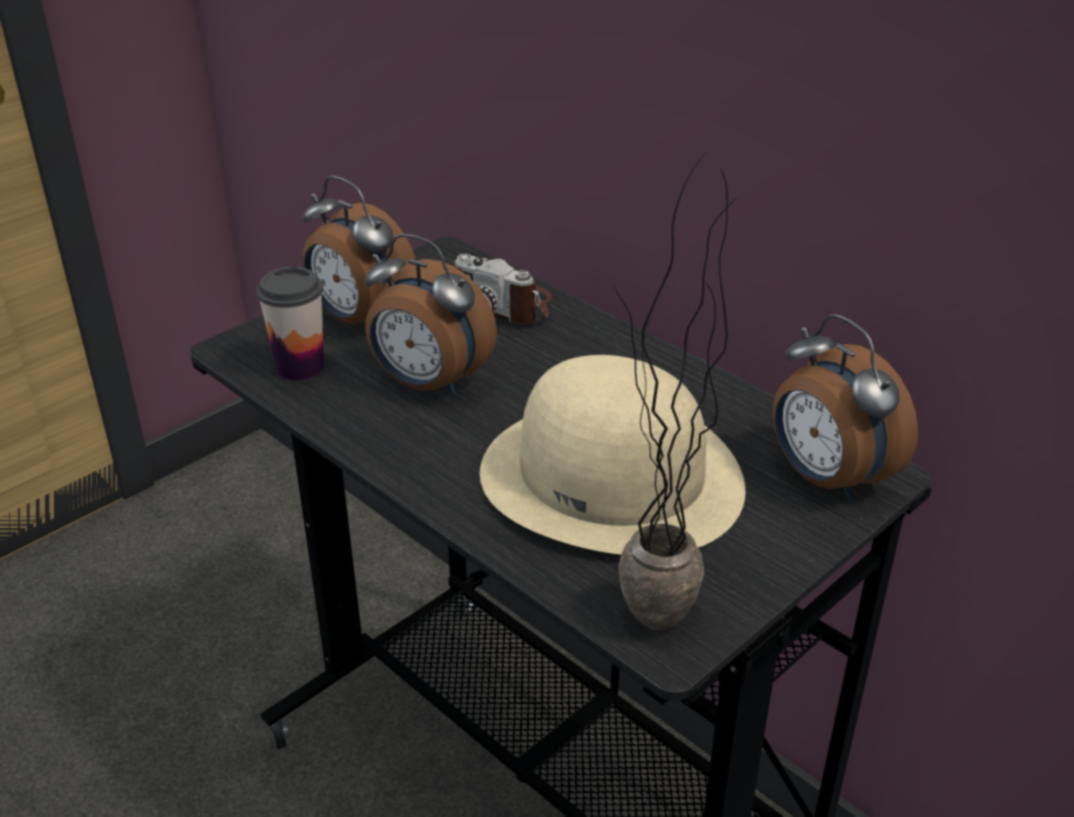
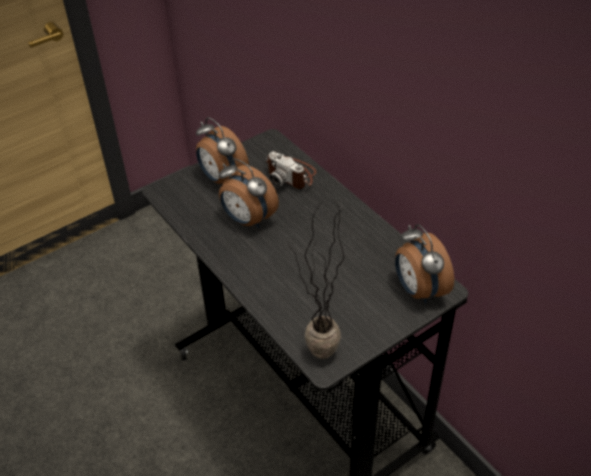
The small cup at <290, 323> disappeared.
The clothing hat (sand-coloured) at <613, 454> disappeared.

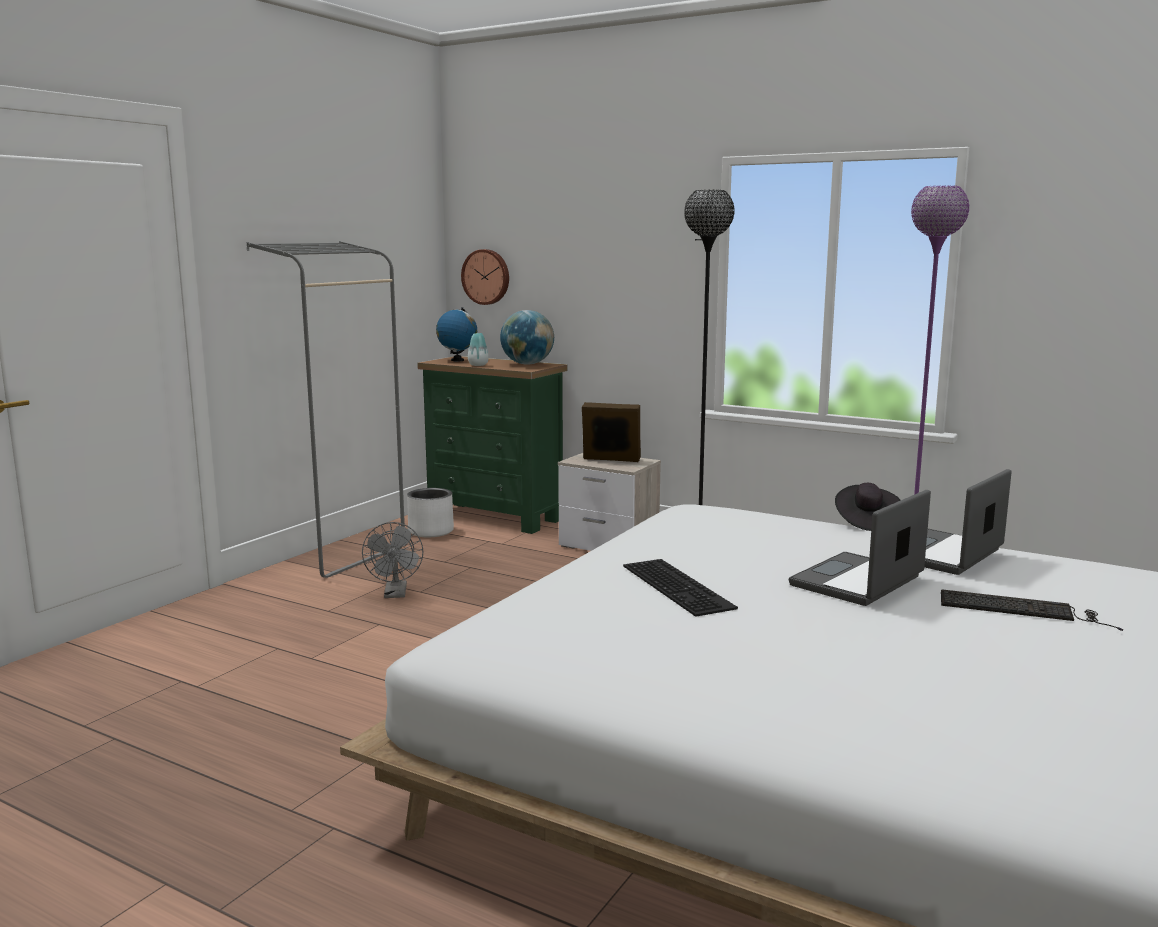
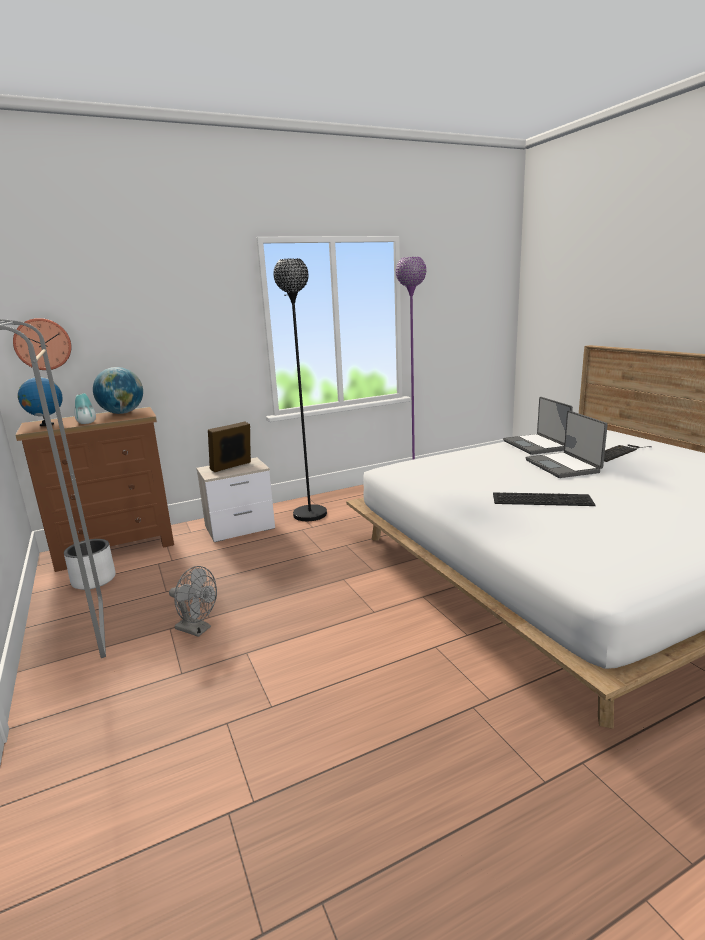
The chest of drawers (green) at <492, 445> became the chest of drawers (brown-coloured) at <94, 489>.
The clothing hat (black-coloured) at <868, 507> disappeared.

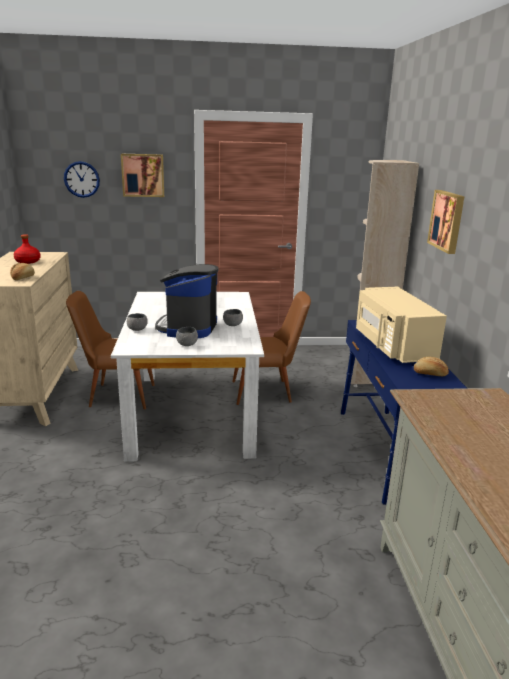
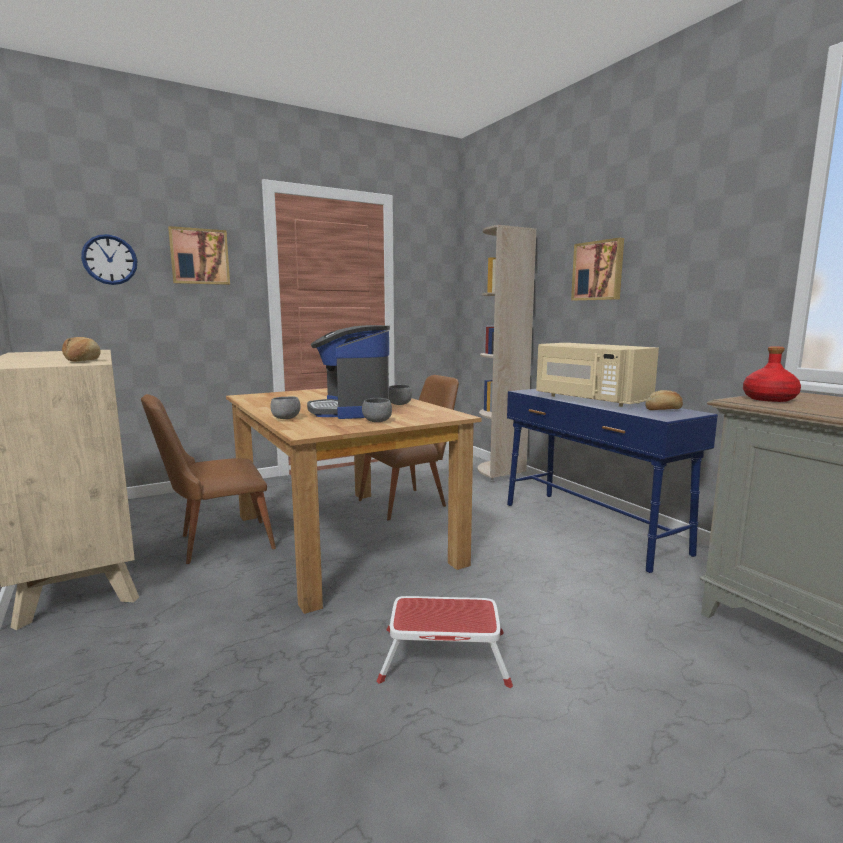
The dinner table (white) at <187, 377> became the dinner table (brown-coloured) at <354, 501>.
The step ladder (red) at <444, 642> appeared.
The drink bottle (red) moved from <27, 249> to <772, 374>.

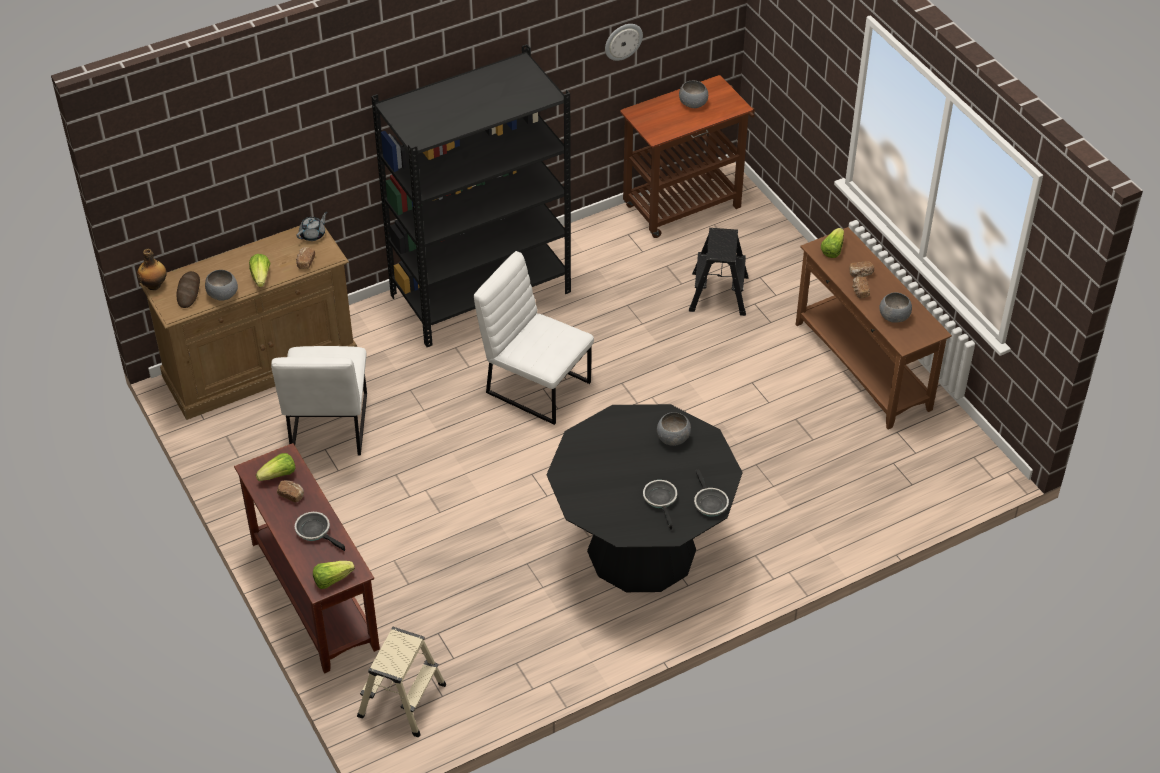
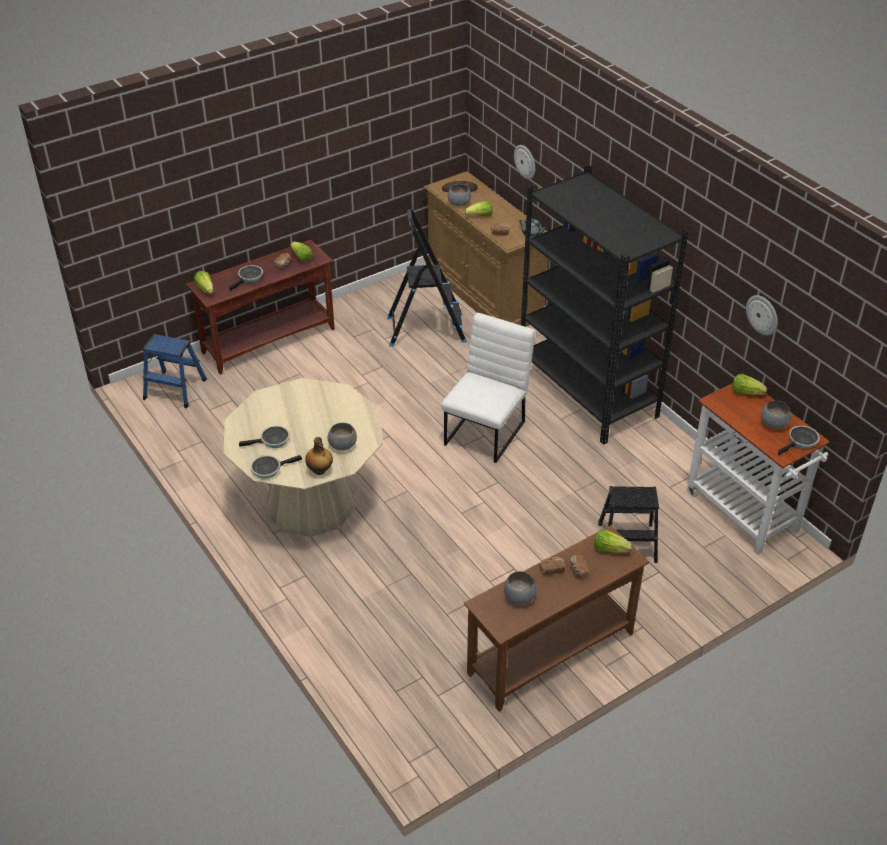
The step ladder (sand-coloured) at <401, 682> became the step ladder (blue-coloured) at <175, 371>.
The dinner table (black-coloured) at <645, 498> became the dinner table (sand-coloured) at <303, 457>.
The drink bottle moved from <152, 269> to <319, 456>.
The upright chair (white) at <319, 400> was replaced by the step ladder (black-coloured) at <427, 277>.
The wall clock at <524, 162> appeared.
The cart (brown-coloured) at <687, 156> became the cart (white) at <758, 469>.
The head of lettuce at <749, 384> appeared.
The skillet at <799, 440> appeared.

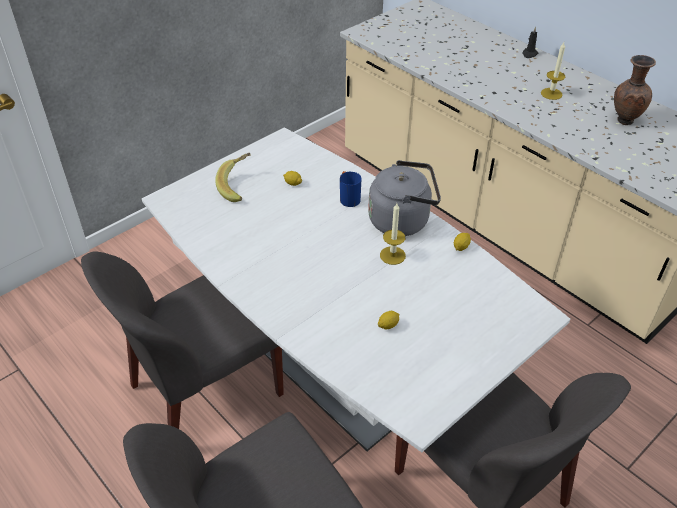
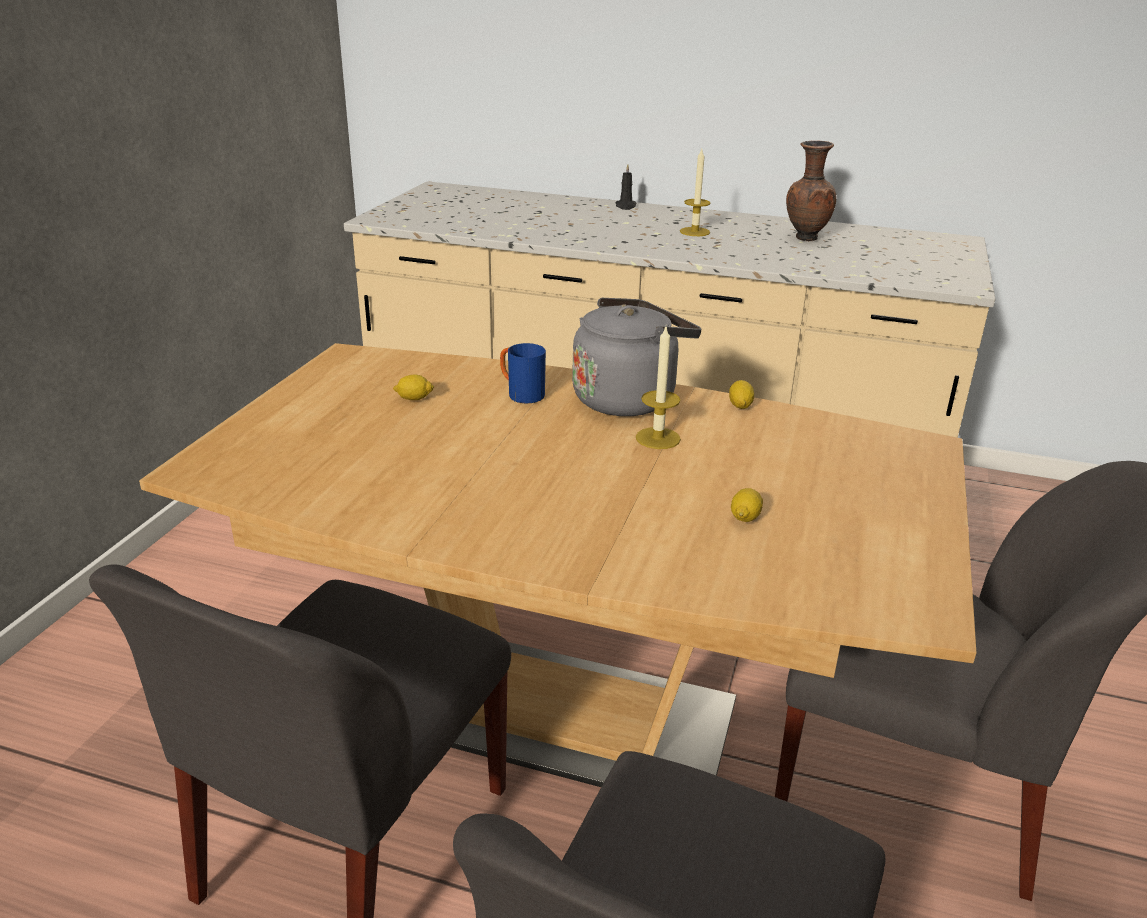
The dinner table (white) at <356, 290> became the dinner table (brown-coloured) at <558, 565>.
The banana fruit at <233, 177> disappeared.

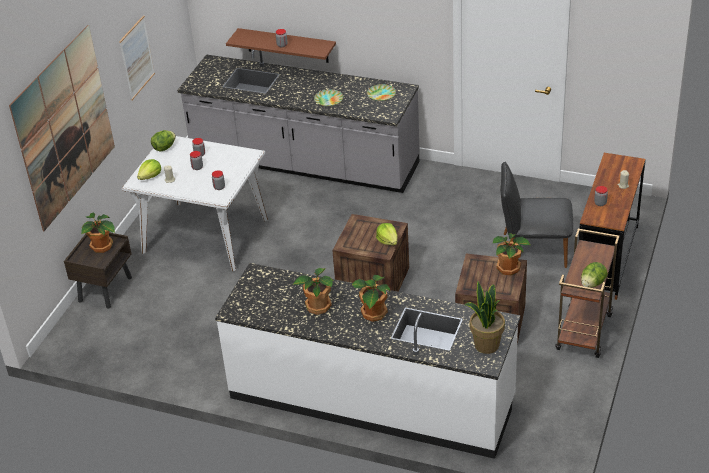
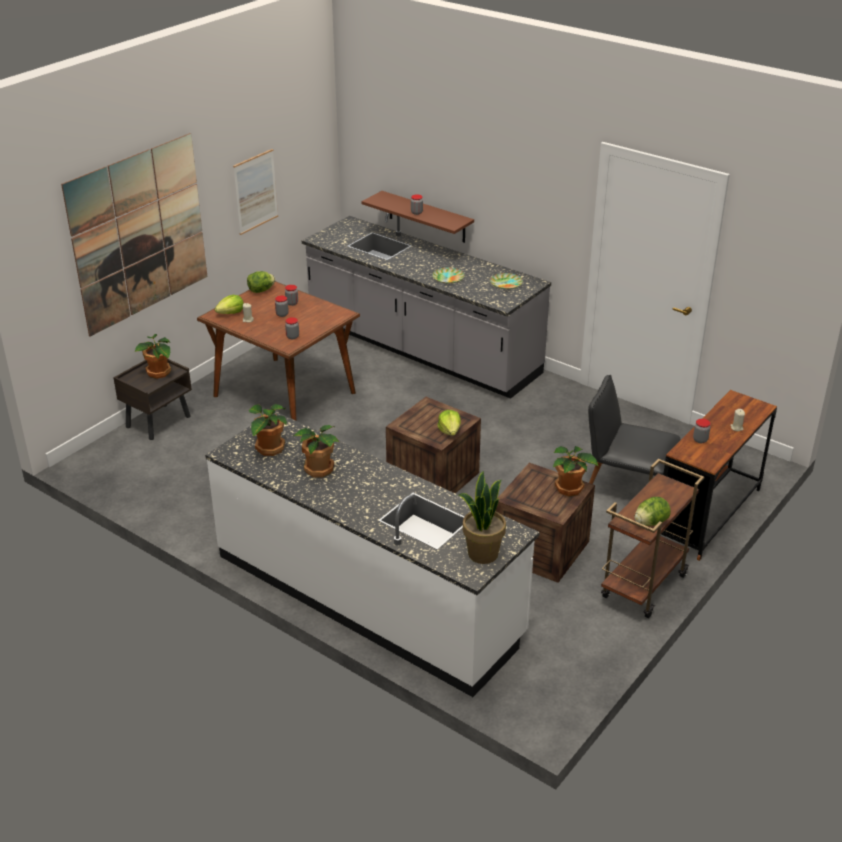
The dinner table (white) at <195, 203> became the dinner table (brown-coloured) at <278, 351>.
The houseplant moved from <371, 298> to <268, 430>.

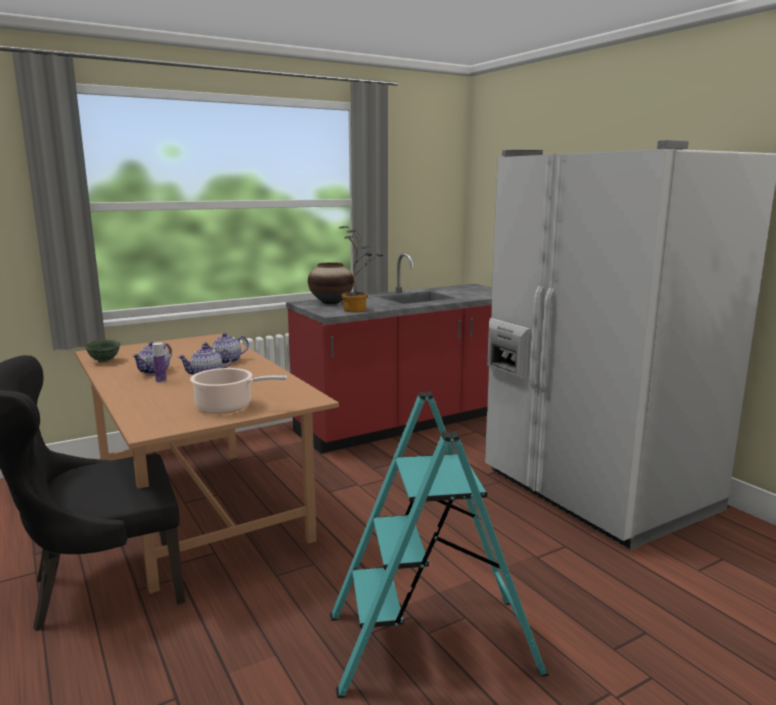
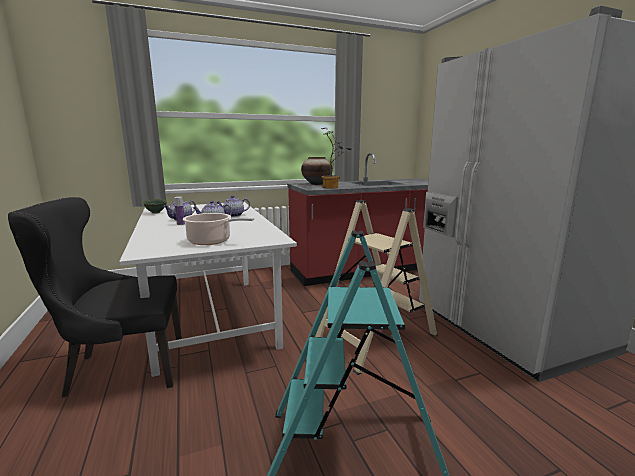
The dinner table (brown-coloured) at <207, 463> became the dinner table (white) at <208, 289>.
The step ladder (sand-coloured) at <376, 287> appeared.

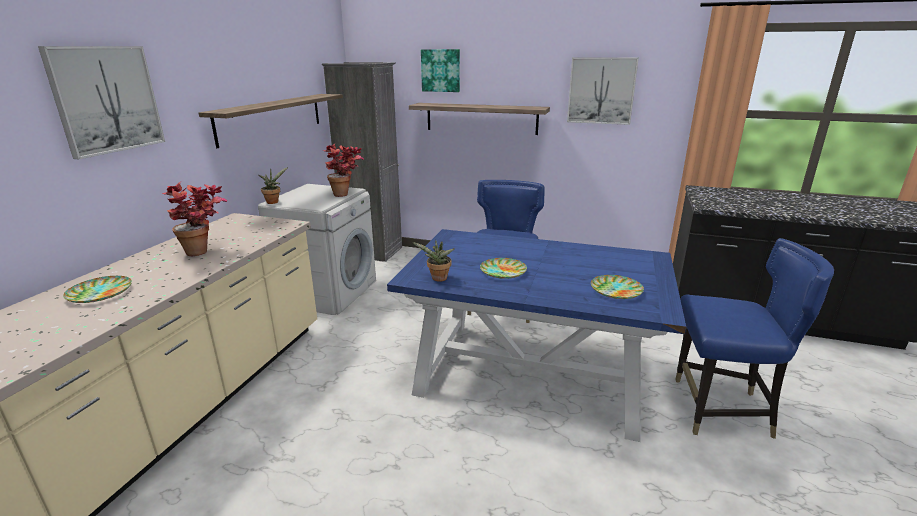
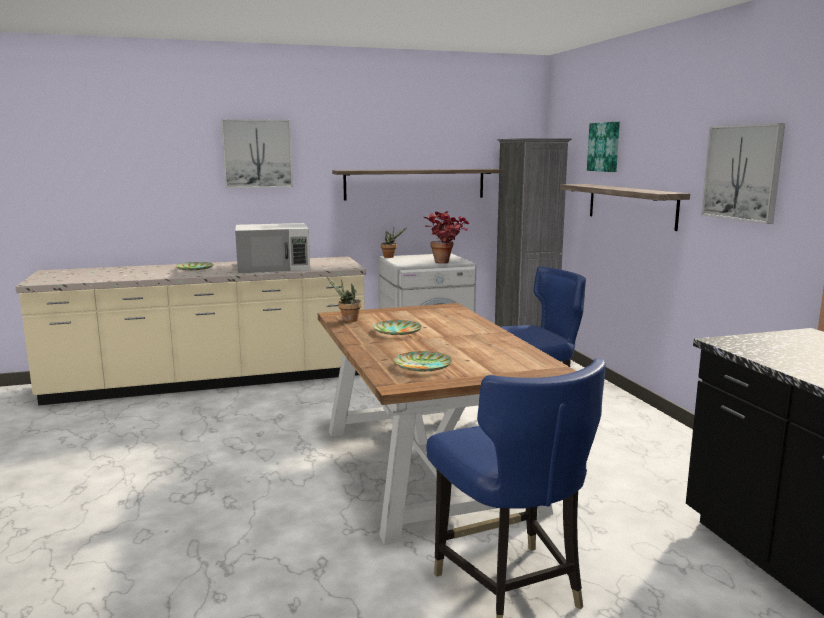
The houseplant at <194, 219> was replaced by the microwave oven (white) at <272, 248>.
The dinner table (blue-coloured) at <536, 335> became the dinner table (brown-coloured) at <447, 423>.

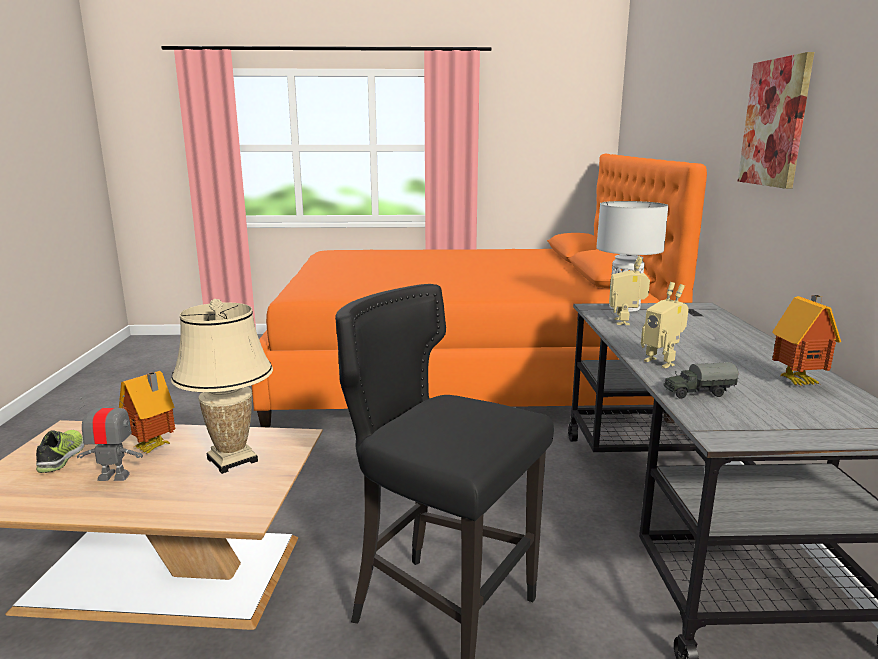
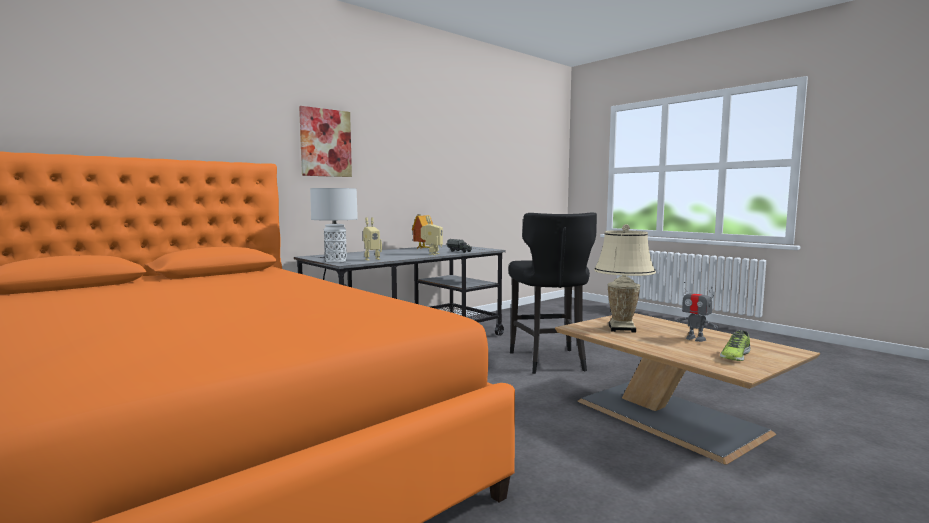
The model house at <147, 412> disappeared.

